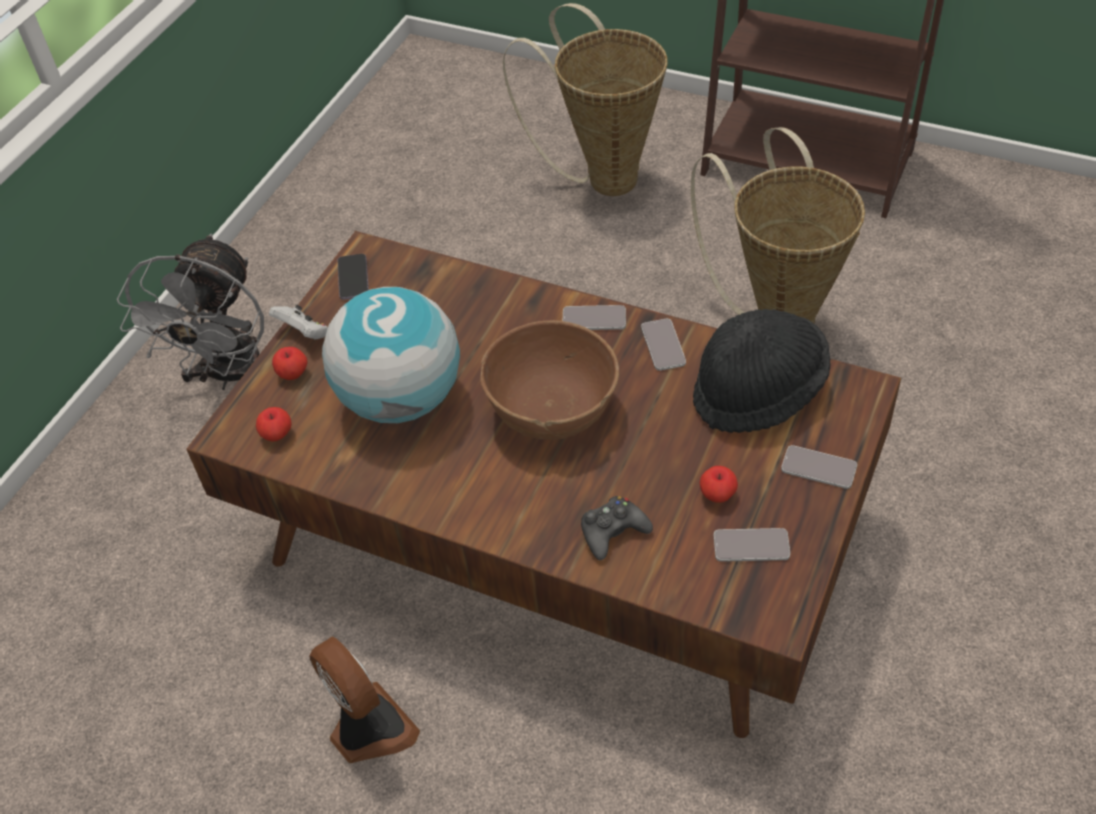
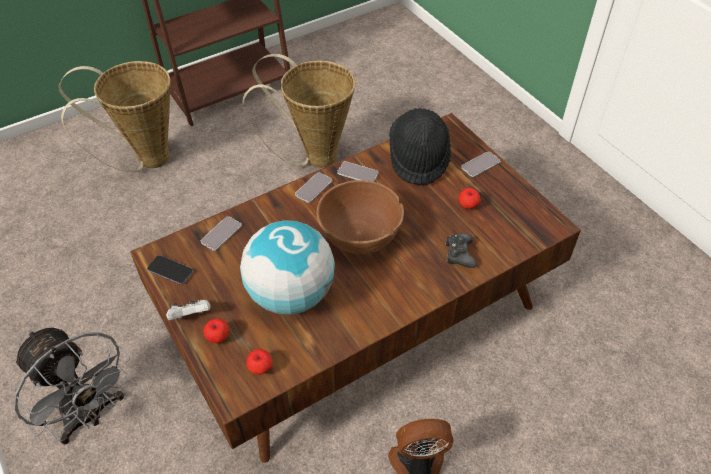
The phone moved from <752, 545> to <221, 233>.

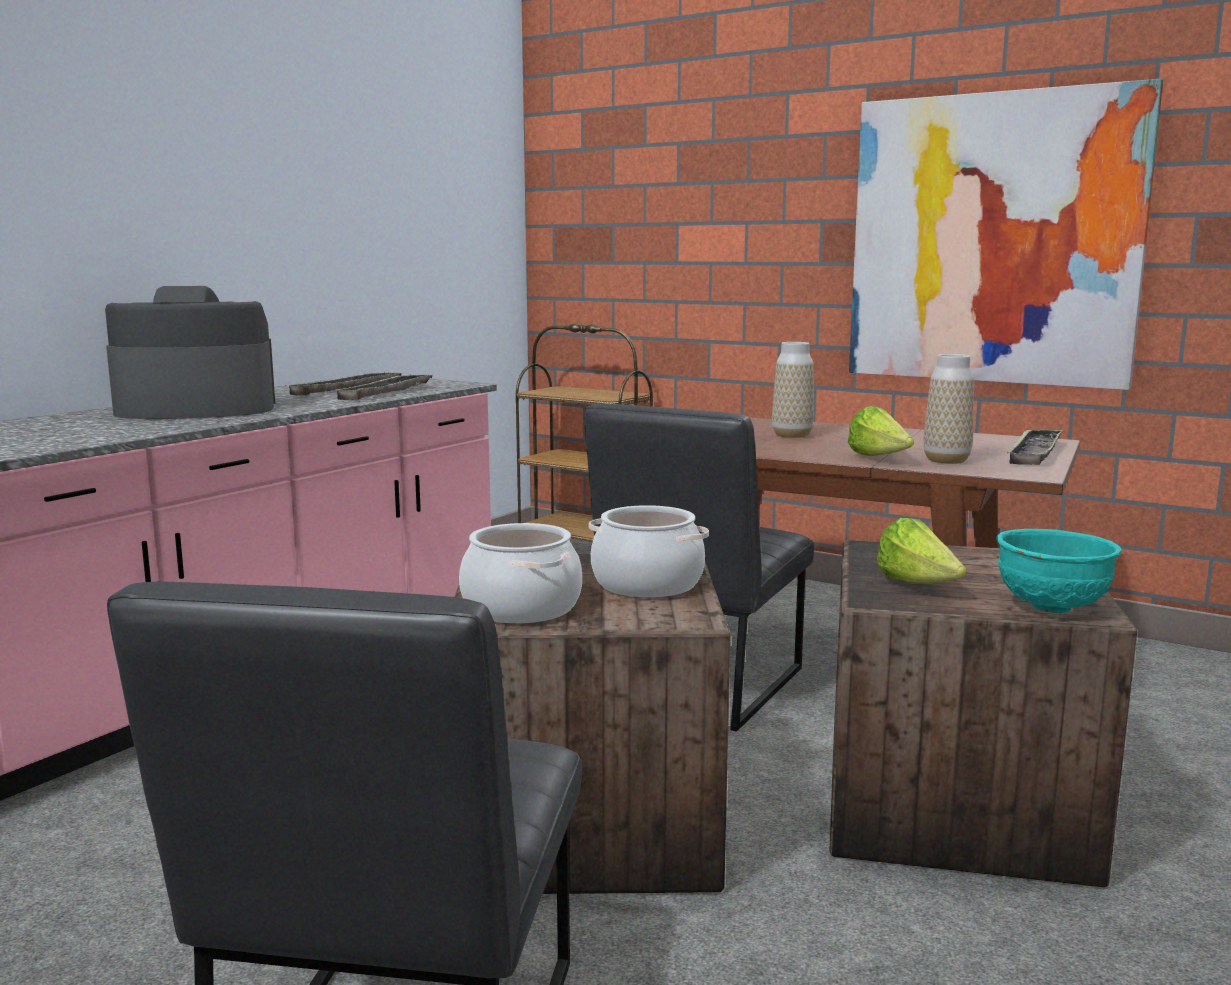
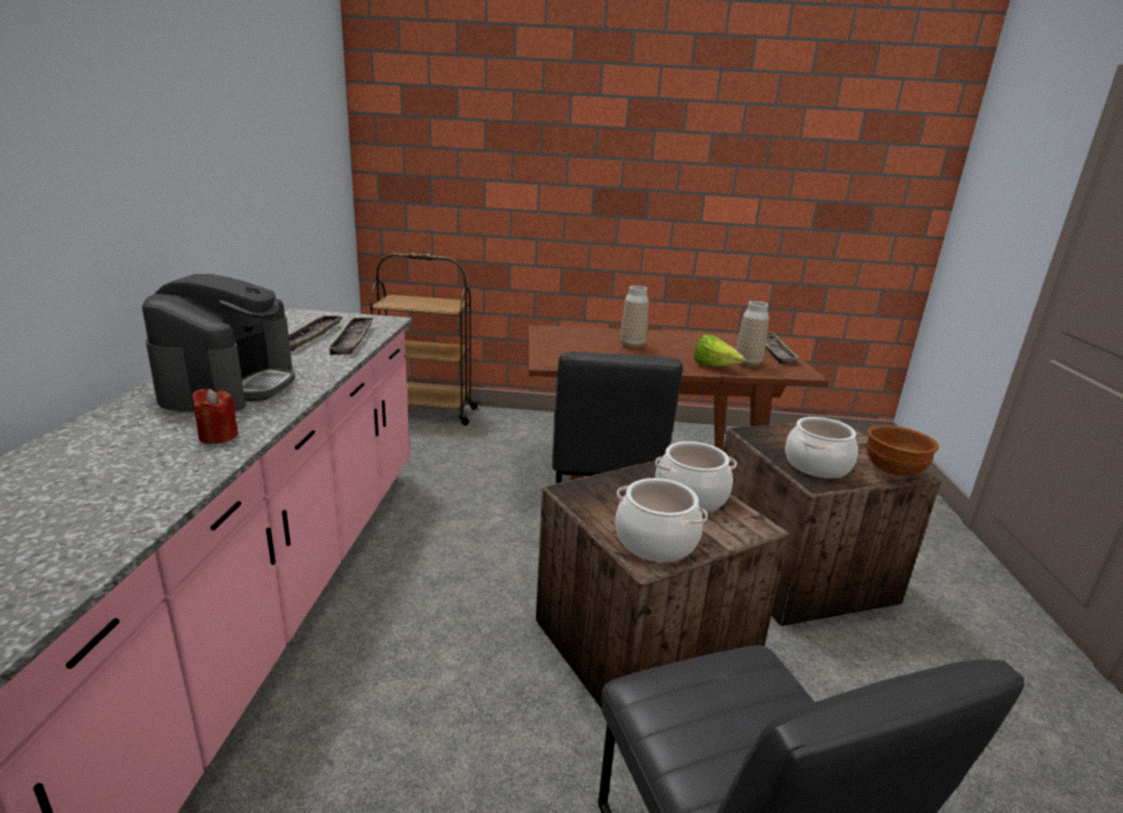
The coffee maker at <190, 352> turned 135 degrees clockwise.
The wax candle (red) at <215, 416> appeared.
The head of lettuce at <922, 551> was replaced by the stockpot at <821, 447>.
The serving bowl (turquoise-coloured) at <1059, 571> became the serving bowl (brown-coloured) at <902, 450>.
The wall art at <1006, 234> disappeared.

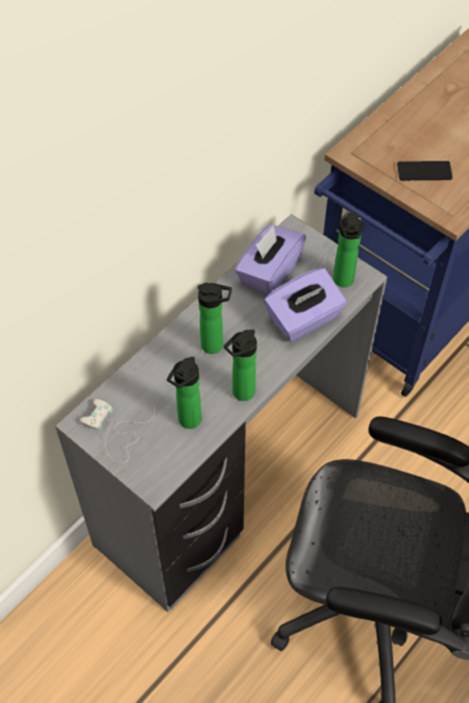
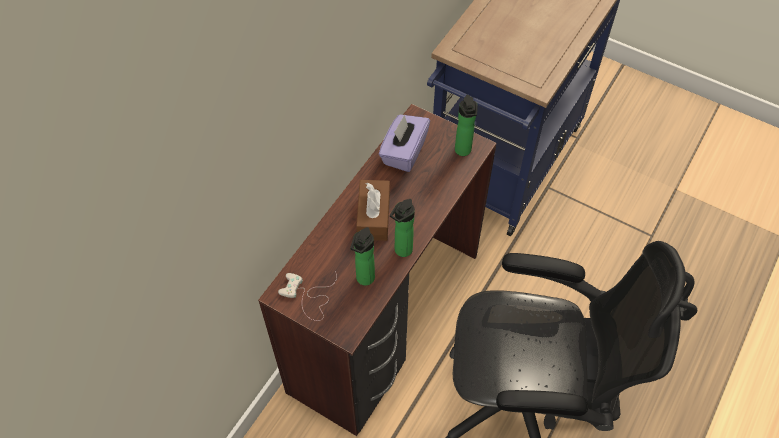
The desk unit (grey) at <221, 413> became the desk unit (brown-coloured) at <377, 270>.
The drink bottle at <214, 318> was replaced by the tissue holder (brown-coloured) at <373, 210>.
The tissue holder (purple) at <305, 305> disappeared.
The phone at <425, 170> disappeared.

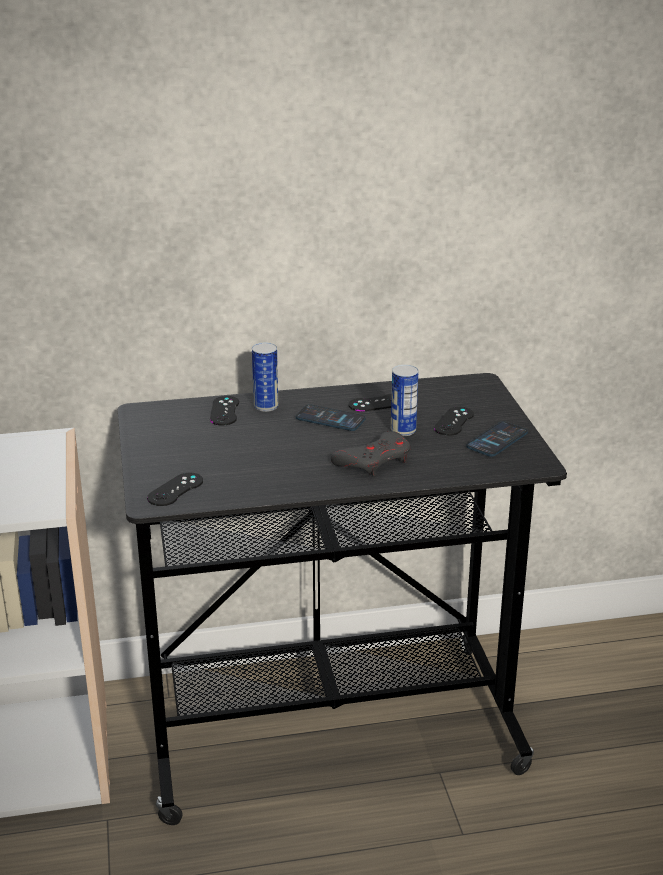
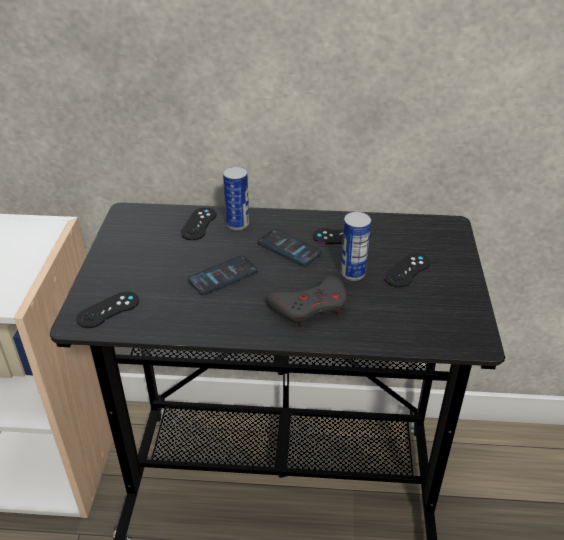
The phone moved from <497, 439> to <223, 275>.

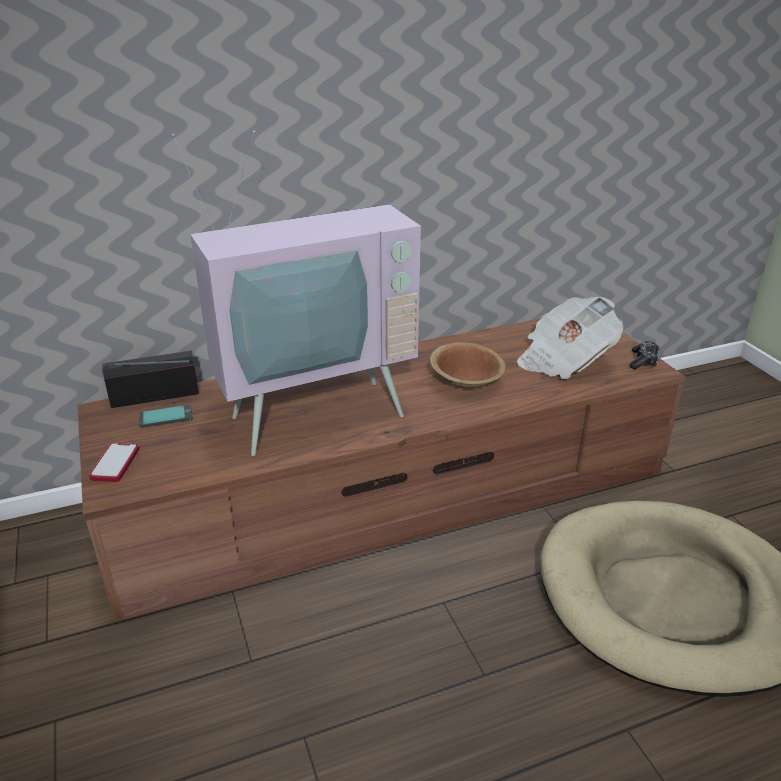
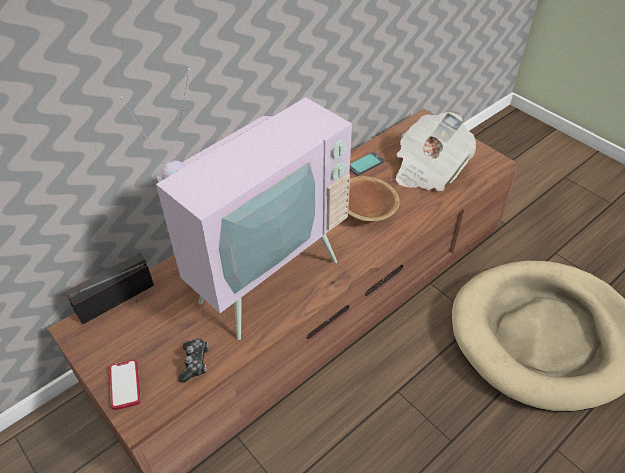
The gamepad moved from <644, 355> to <193, 360>.
The phone moved from <166, 416> to <367, 164>.

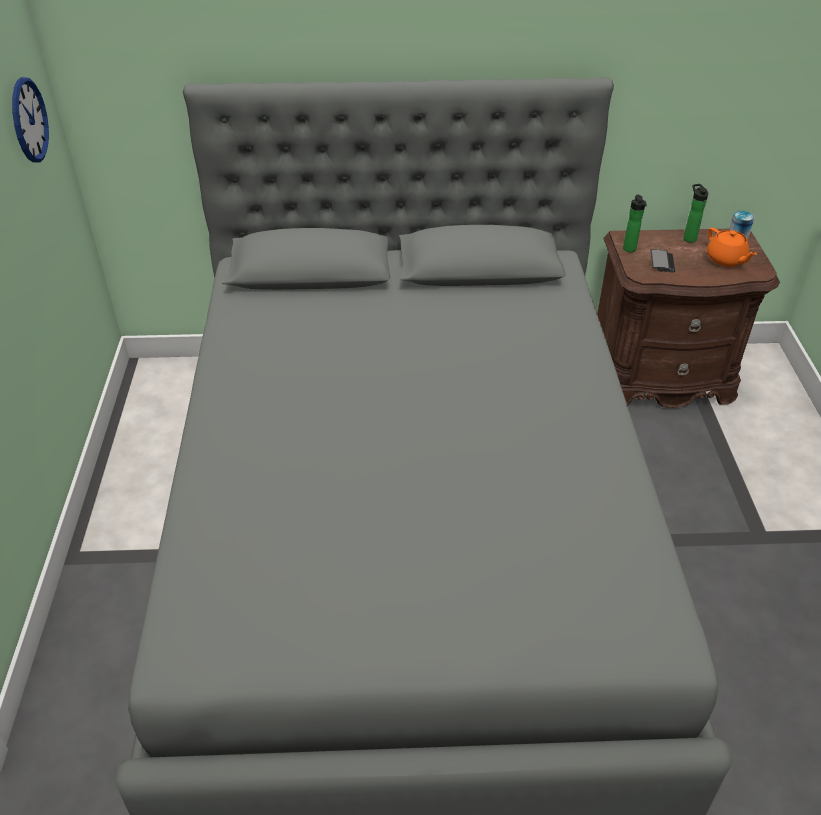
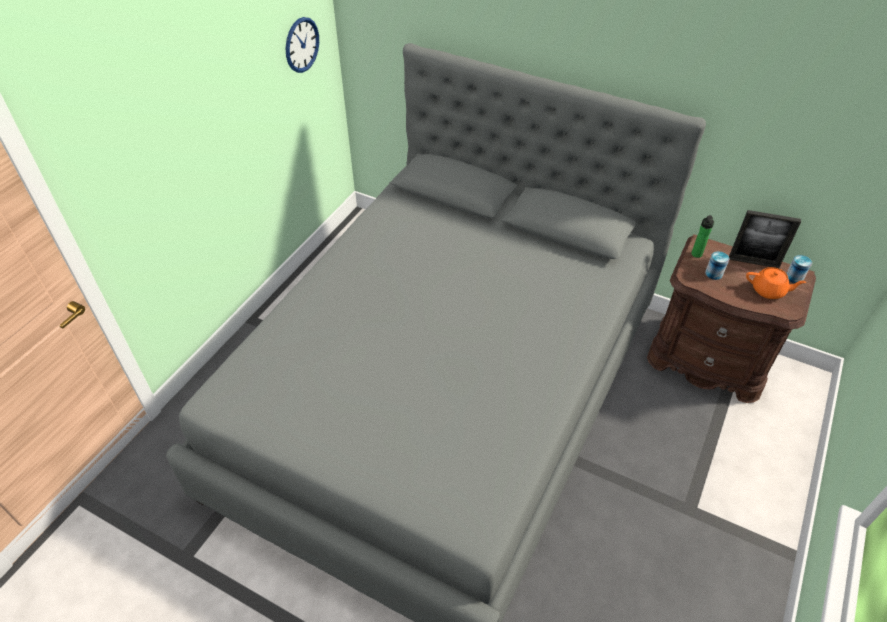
The phone at <663, 260> was replaced by the can at <717, 265>.
The drink bottle at <696, 213> was replaced by the photo frame at <765, 239>.
The teapot (orangey) at <732, 247> turned 75 degrees counterclockwise.

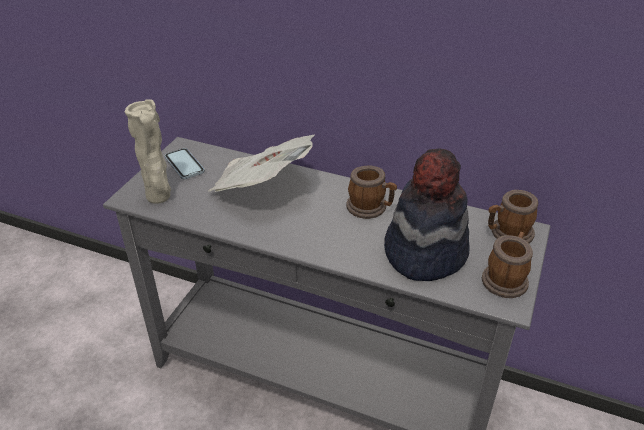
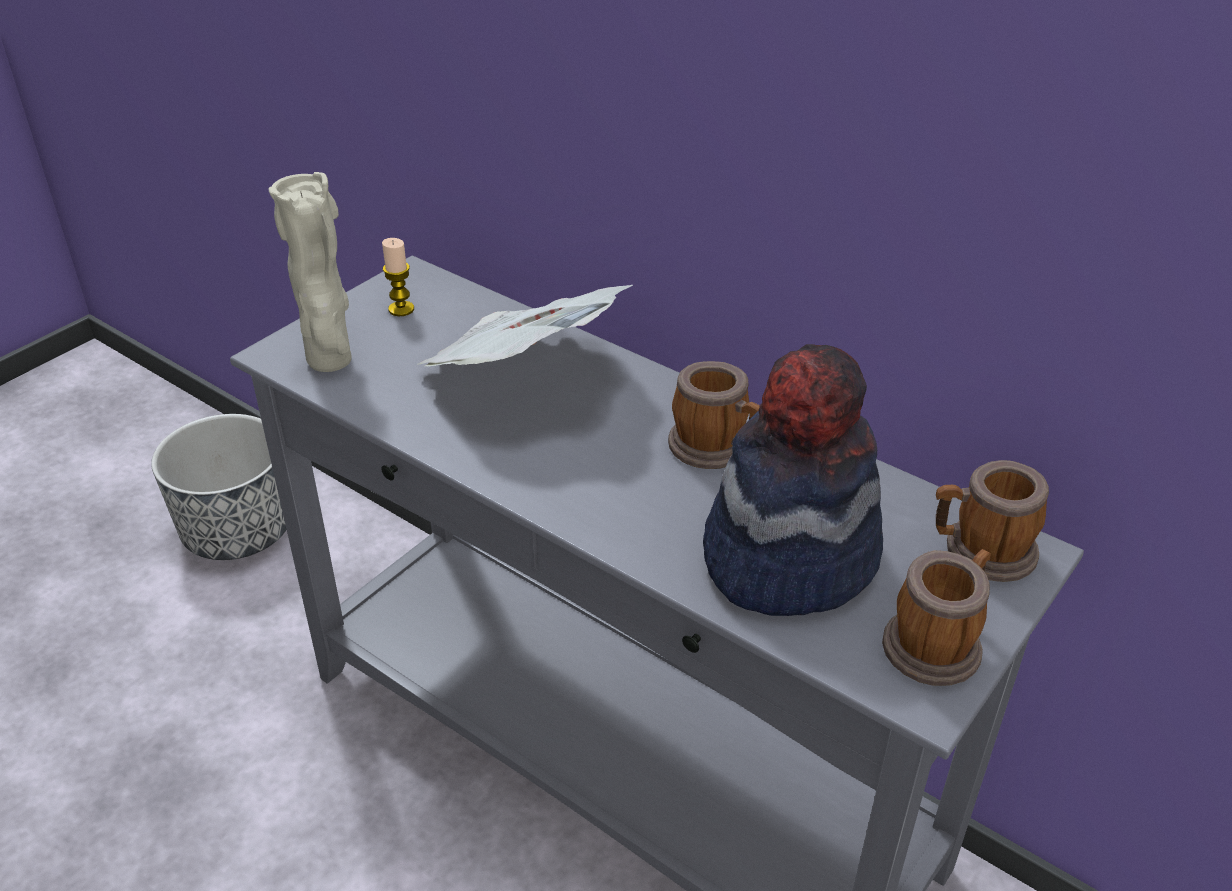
The flower pot at <218, 487> appeared.
The phone at <185, 163> was replaced by the wax candle at <398, 277>.

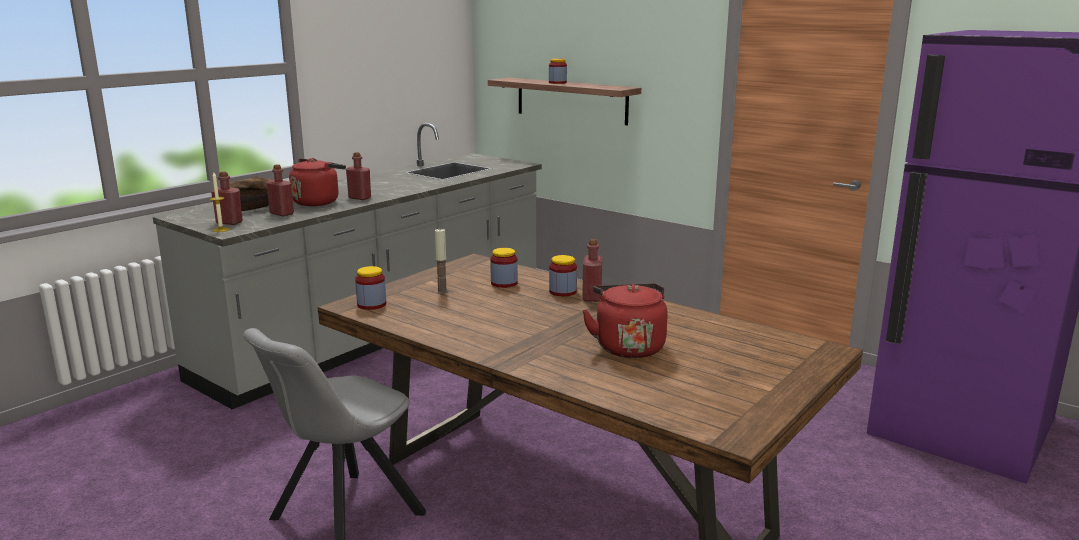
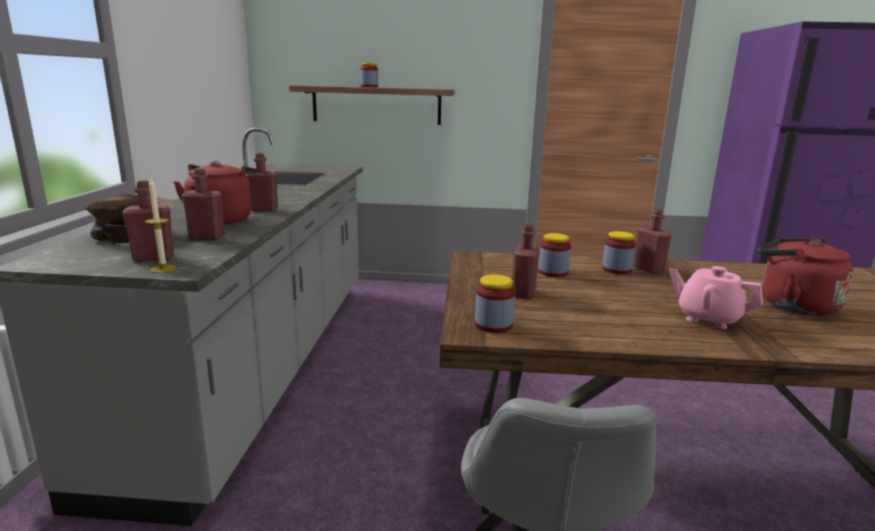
The wax candle at <441, 261> was replaced by the drink bottle (red) at <525, 261>.
The teapot (pinkish) at <716, 297> appeared.

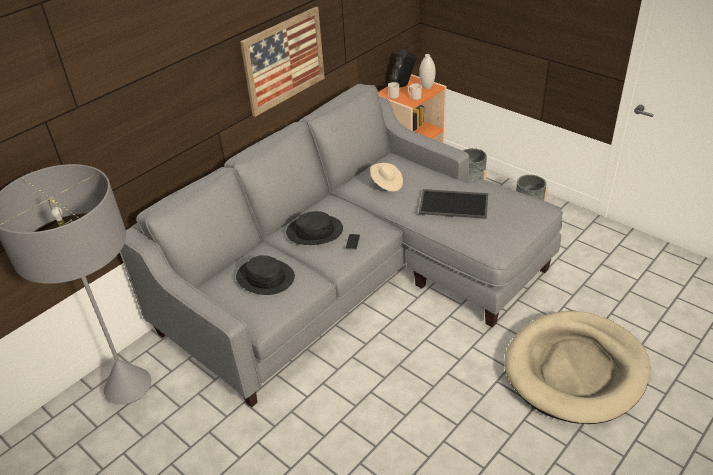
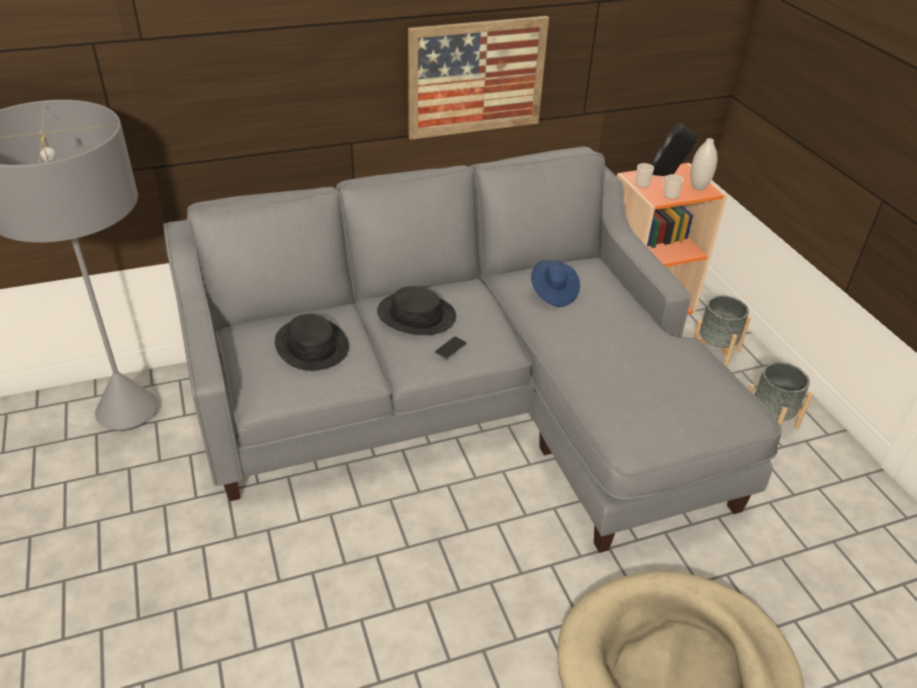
The clothing hat (sand-coloured) at <386, 177> became the clothing hat (blue-coloured) at <555, 283>.
The tray at <453, 204> disappeared.

